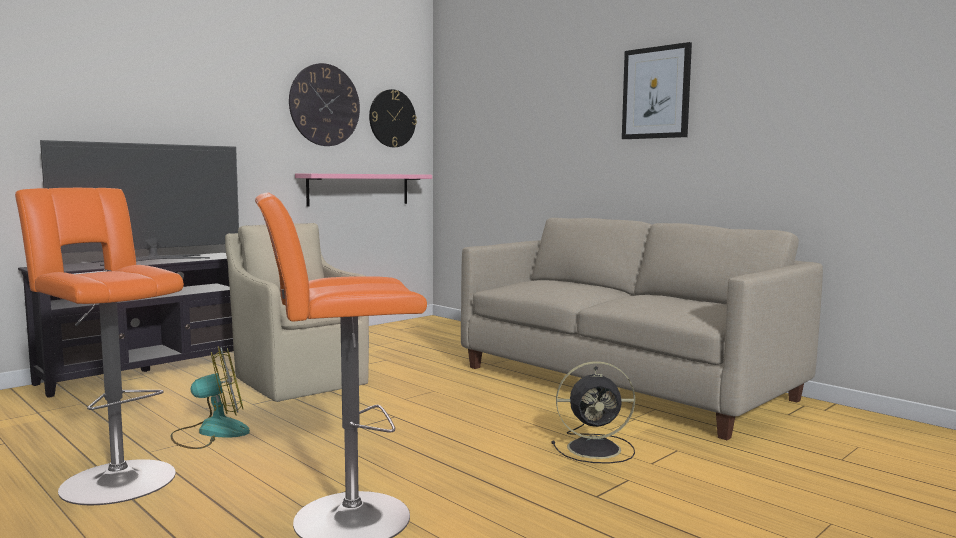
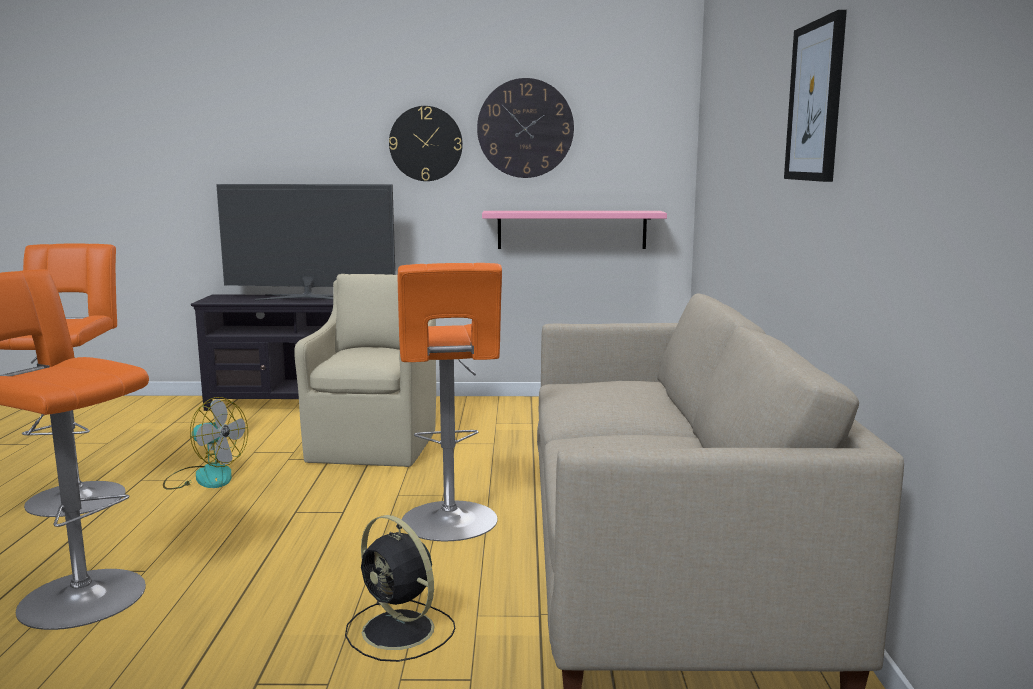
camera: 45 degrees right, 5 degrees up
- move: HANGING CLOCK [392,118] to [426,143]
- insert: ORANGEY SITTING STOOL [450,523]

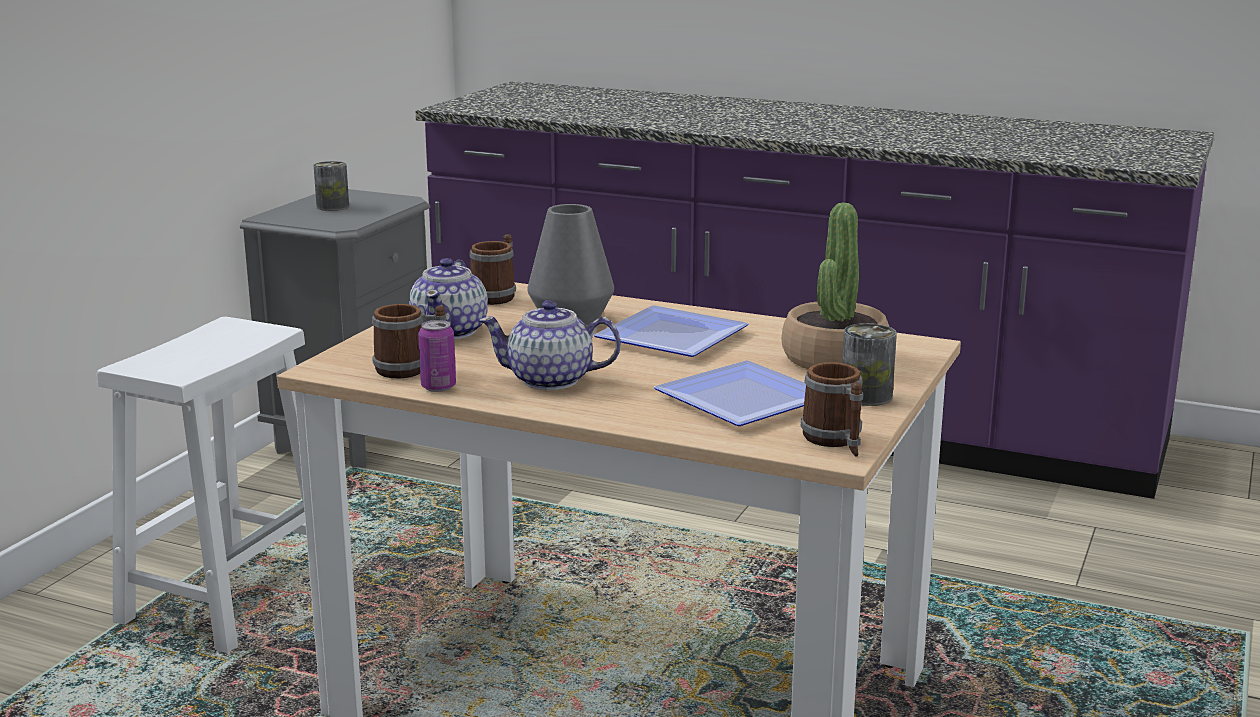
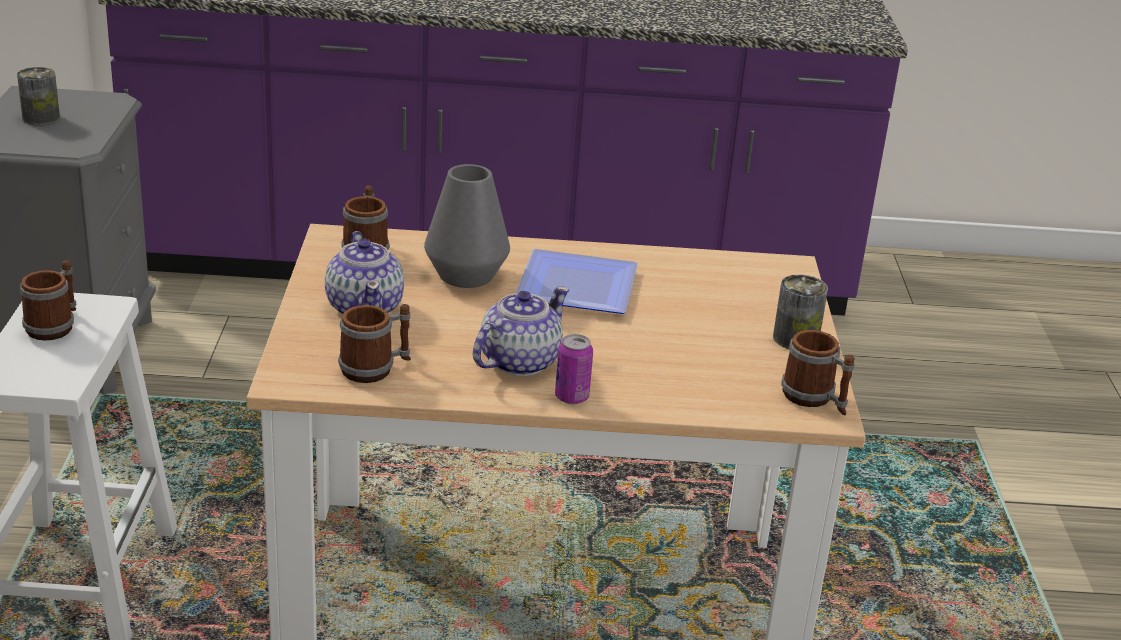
camera: 25 degrees left, 10 degrees up
- insert: MUG [55,325]
- rotate: TEAPOT [551,380] = [518,362] 150 degrees clockwise
- move: METAL CAN [438,387] to [571,397]
- delete: DINNER PLATE [742,403]
- delete: POTTED PLANT [834,359]

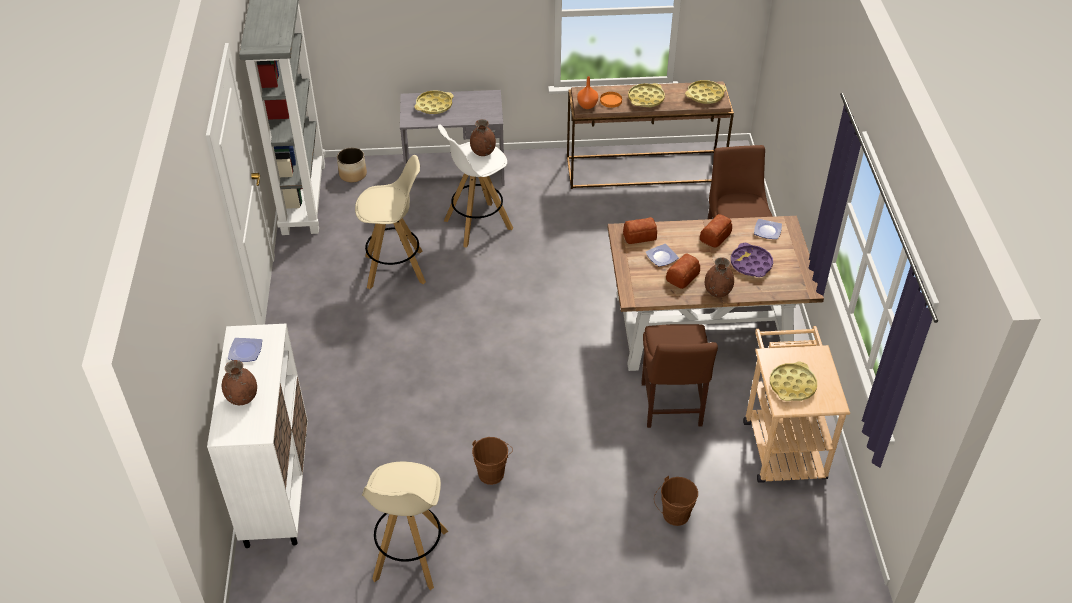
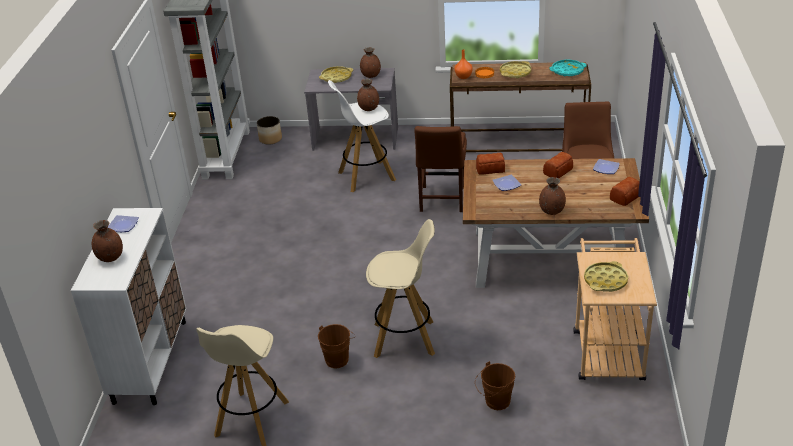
camera: 10 degrees right, 10 degrees down
- insert: BROWN VASE [371,75]
- move: SAND-COLOURED SITTING STOOL [396,269] to [405,339]
- move: BROWN CHAIR [671,407] to [442,201]
- recolor: YELLOW-COLOURED CARRYING TRAY [705,95] to TURQUOISE CARRYING TRAY [567,71]
- move: BAKERY BREAD [681,276] to [624,197]
- delete: PURPLE CARRYING TRAY [751,264]

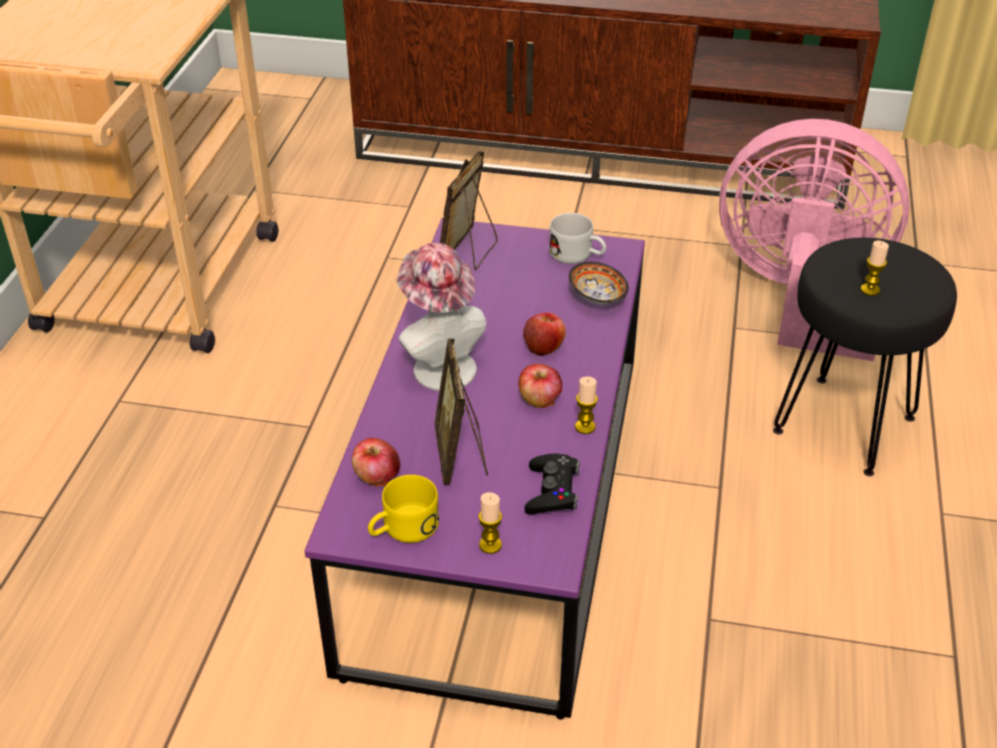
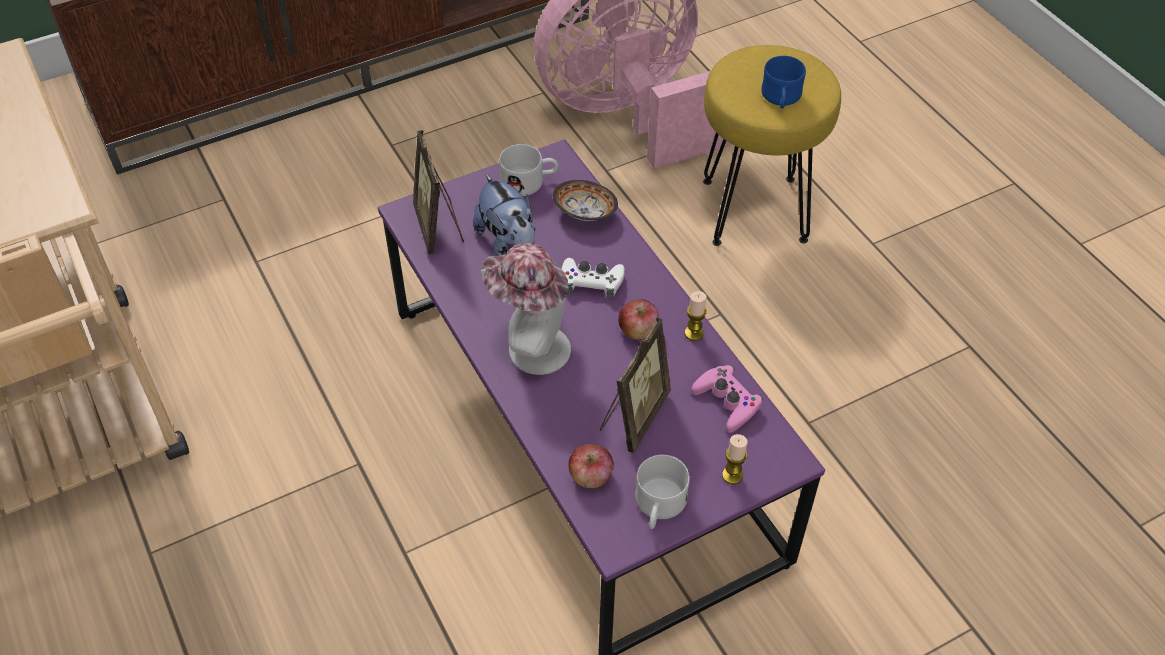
camera: 40 degrees left, 10 degrees up
- insert: PLUSH TOY [509,245]
- replace: WHOLE APPLE [544,346] to WHITE-COLOURED GAME CONTROLLER [592,282]
- rotate: PHOTO FRAME [461,455] = [633,416] 105 degrees counterclockwise
- recolor: YELLOW-COLOURED MUG [402,529] to WHITE-COLOURED MUG [658,507]
- recolor: BLACKISH GAME CONTROLLER [552,491] to PINK-COLOURED GAME CONTROLLER [727,401]
- recolor: BLACKISH SITTING STOOL [846,424] to YELLOW-COLOURED SITTING STOOL [755,209]
- replace: WAX CANDLE [870,290] to BLUISH MUG [781,99]

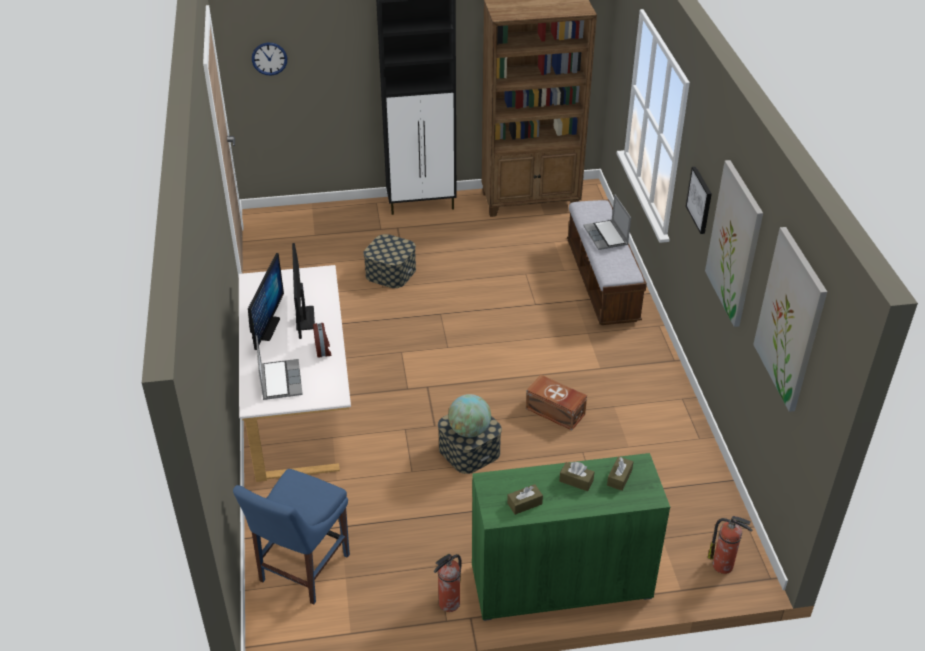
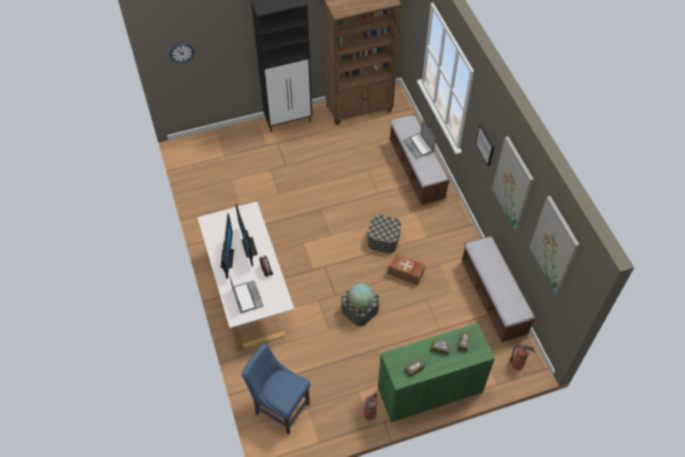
camera: 10 degrees left, 15 degrees up
- rotate: BLUISH CHAIR [301,571] = [280,407] 105 degrees clockwise
- move: STORAGE BOX [390,272] to [383,239]
- insert: BENCH [493,298]

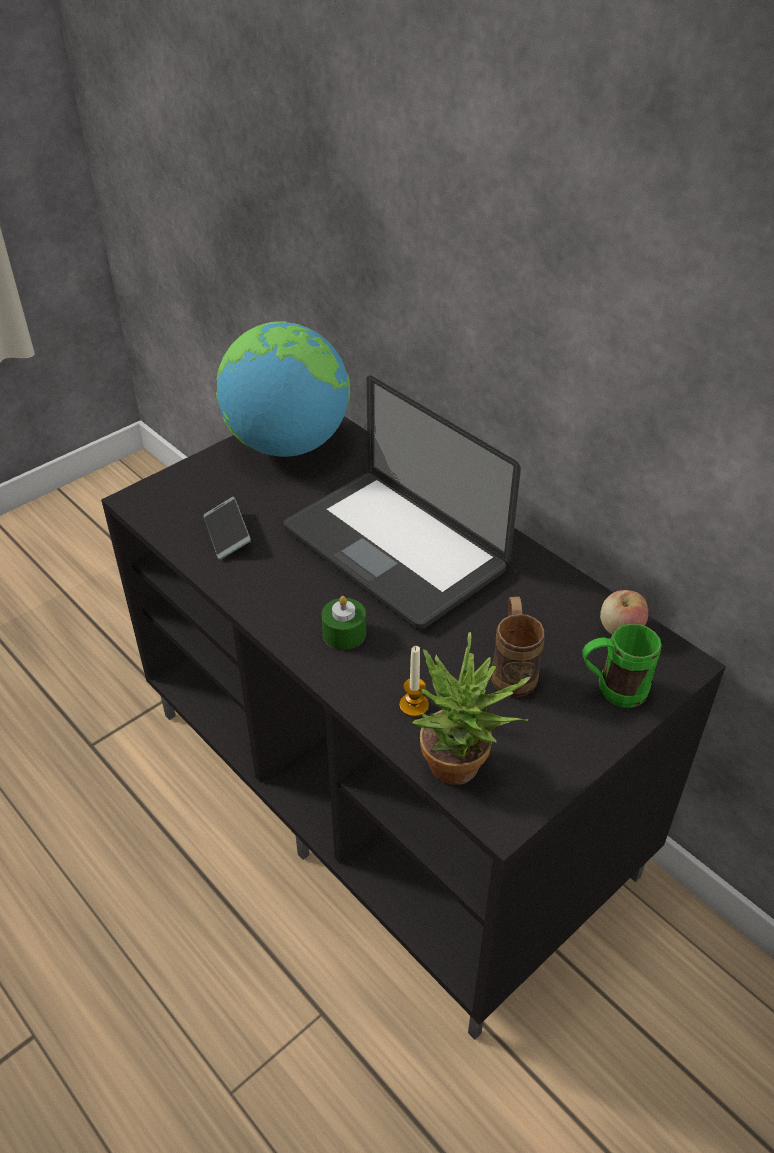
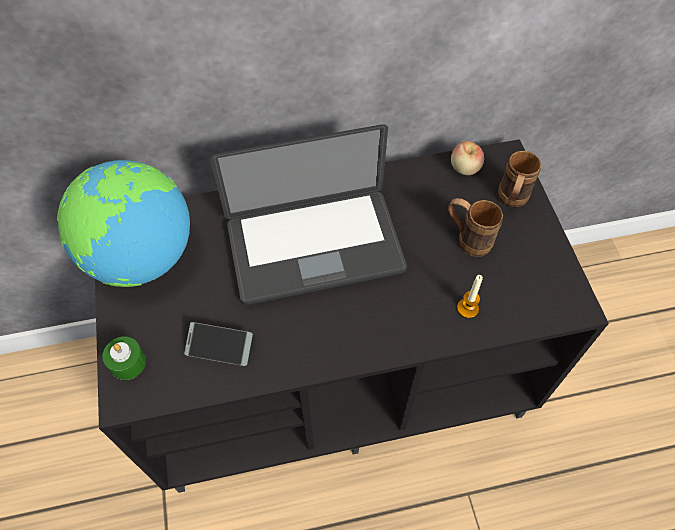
camera: 60 degrees left, 15 degrees up
- move: GREENISH WAX CANDLE [344,633] to [128,363]
- recolor: GREENISH MUG [611,691] to BROWN MUG [510,201]
- delete: POTTED PLANT [463,770]

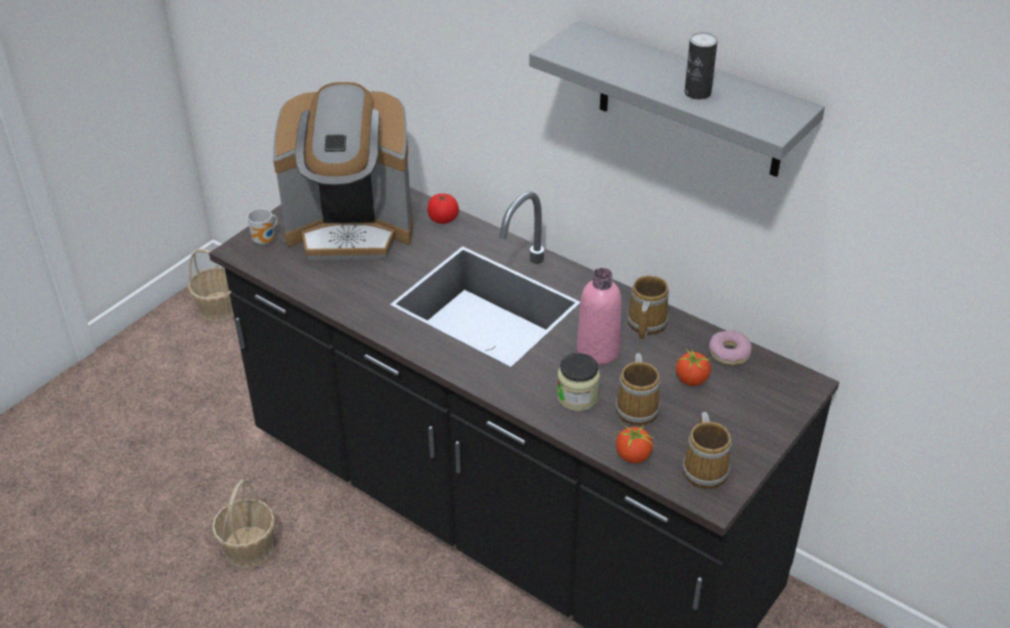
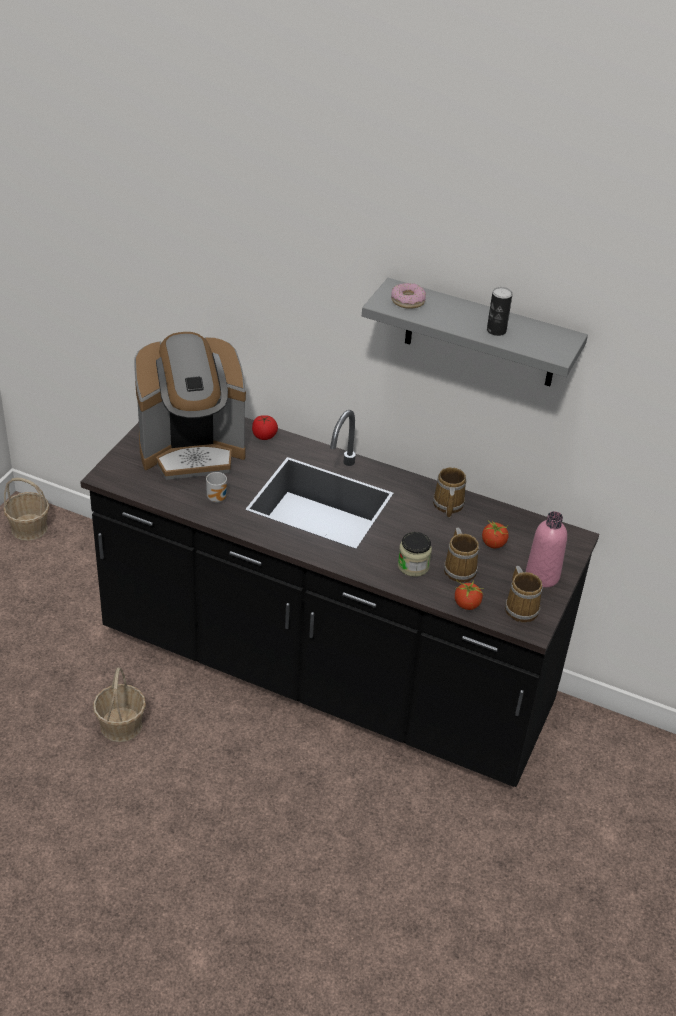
camera: 15 degrees left, 0 degrees up
- move: MUG [266,240] to [218,498]
- move: DOUGHNUT [729,353] to [408,301]
- move: PINK-COLOURED BEVERAGE BOTTLE [598,351] to [542,576]

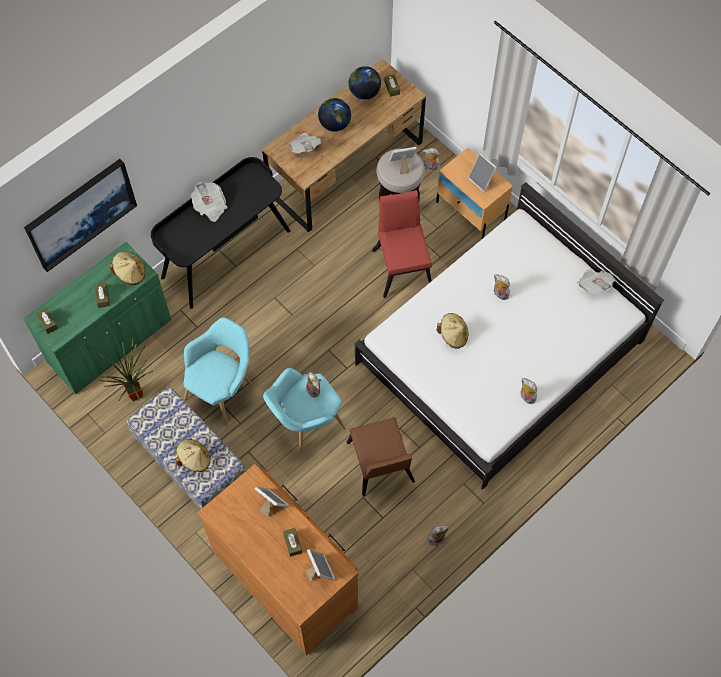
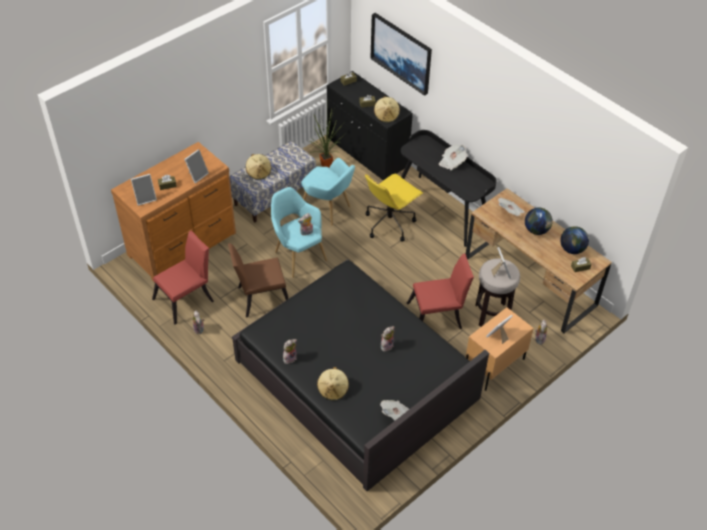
camera: 90 degrees right, 15 degrees down
- insert: REDDISH CHAIR [187,299]
- recolor: WHITE-COLOURED BED [501,352] to BLACKISH BED [356,379]
- move: SAND-COLOURED CLOTHING HAT [453,335] to [333,389]
- recolor: GREENISH STORAGE CABINET [110,342] to BLACKISH STORAGE CABINET [367,153]
- insert: YELLOW-COLOURED OFFICE CHAIR [390,223]

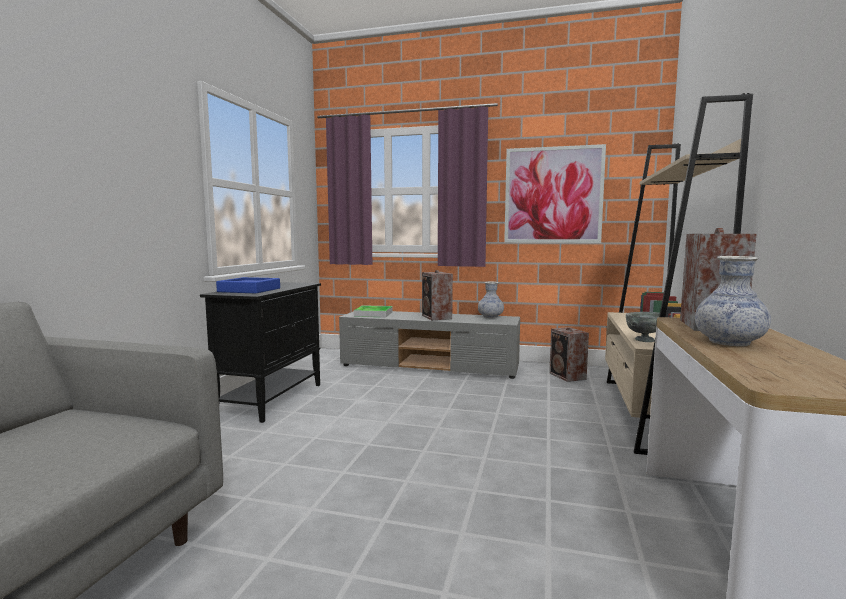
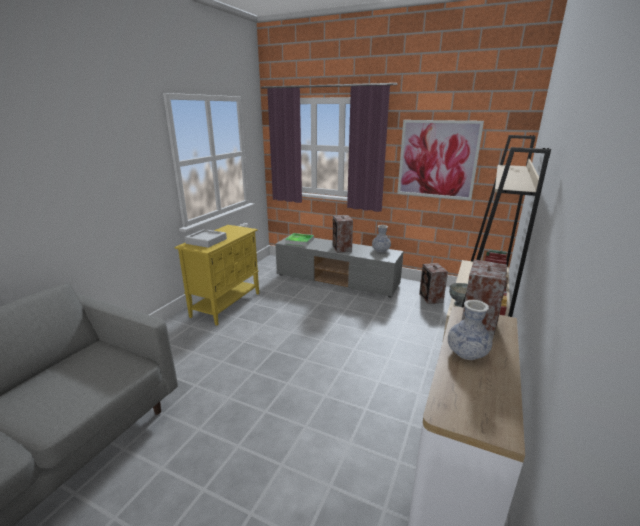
camera: 10 degrees right, 15 degrees up
- recolor: BLACKISH STORAGE CABINET [272,399] to YELLOW-COLOURED STORAGE CABINET [226,304]
- recolor: BLUISH CARRYING TRAY [249,290] to GREY CARRYING TRAY [206,241]

